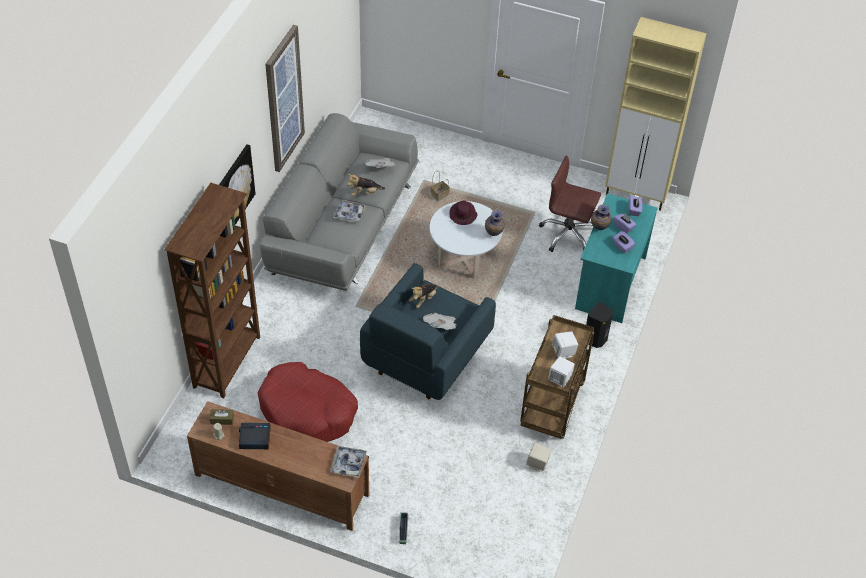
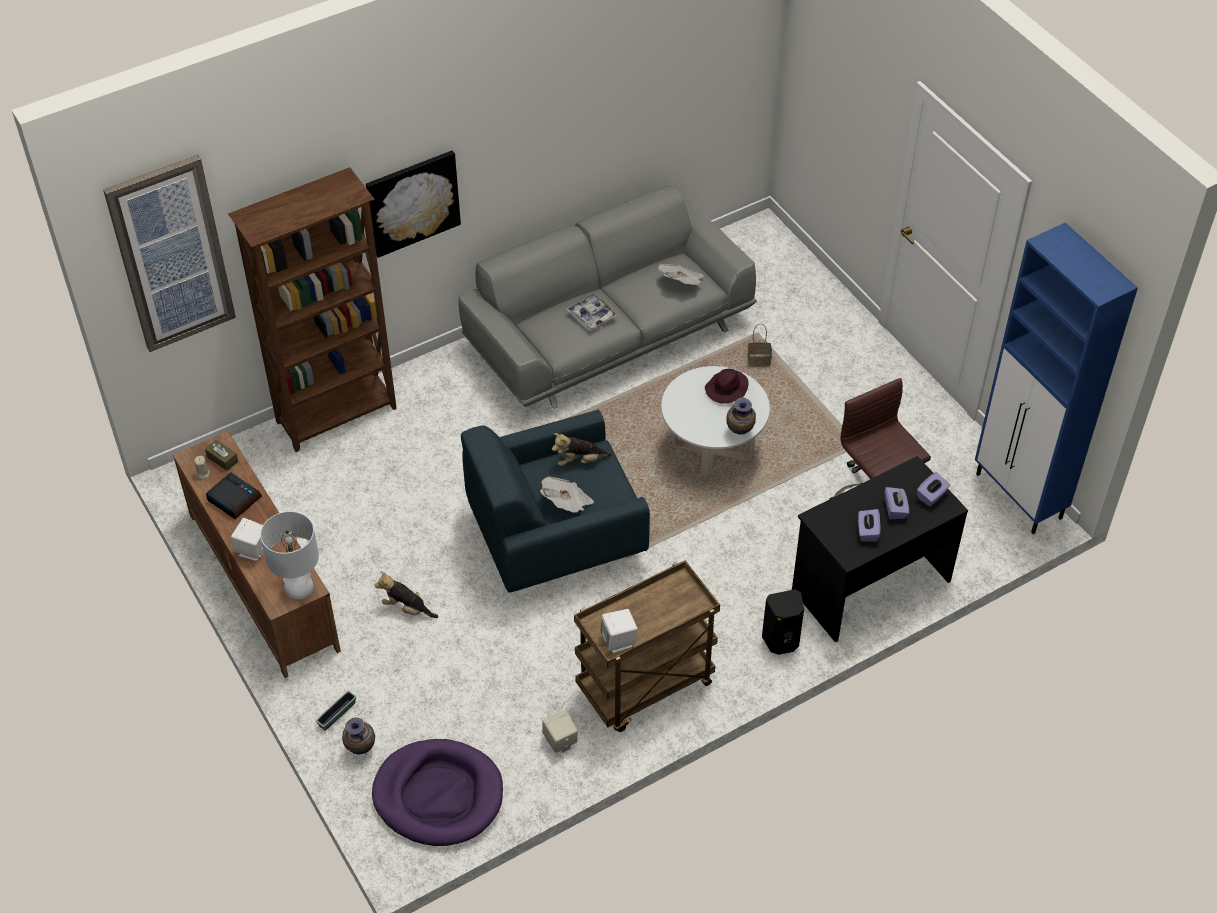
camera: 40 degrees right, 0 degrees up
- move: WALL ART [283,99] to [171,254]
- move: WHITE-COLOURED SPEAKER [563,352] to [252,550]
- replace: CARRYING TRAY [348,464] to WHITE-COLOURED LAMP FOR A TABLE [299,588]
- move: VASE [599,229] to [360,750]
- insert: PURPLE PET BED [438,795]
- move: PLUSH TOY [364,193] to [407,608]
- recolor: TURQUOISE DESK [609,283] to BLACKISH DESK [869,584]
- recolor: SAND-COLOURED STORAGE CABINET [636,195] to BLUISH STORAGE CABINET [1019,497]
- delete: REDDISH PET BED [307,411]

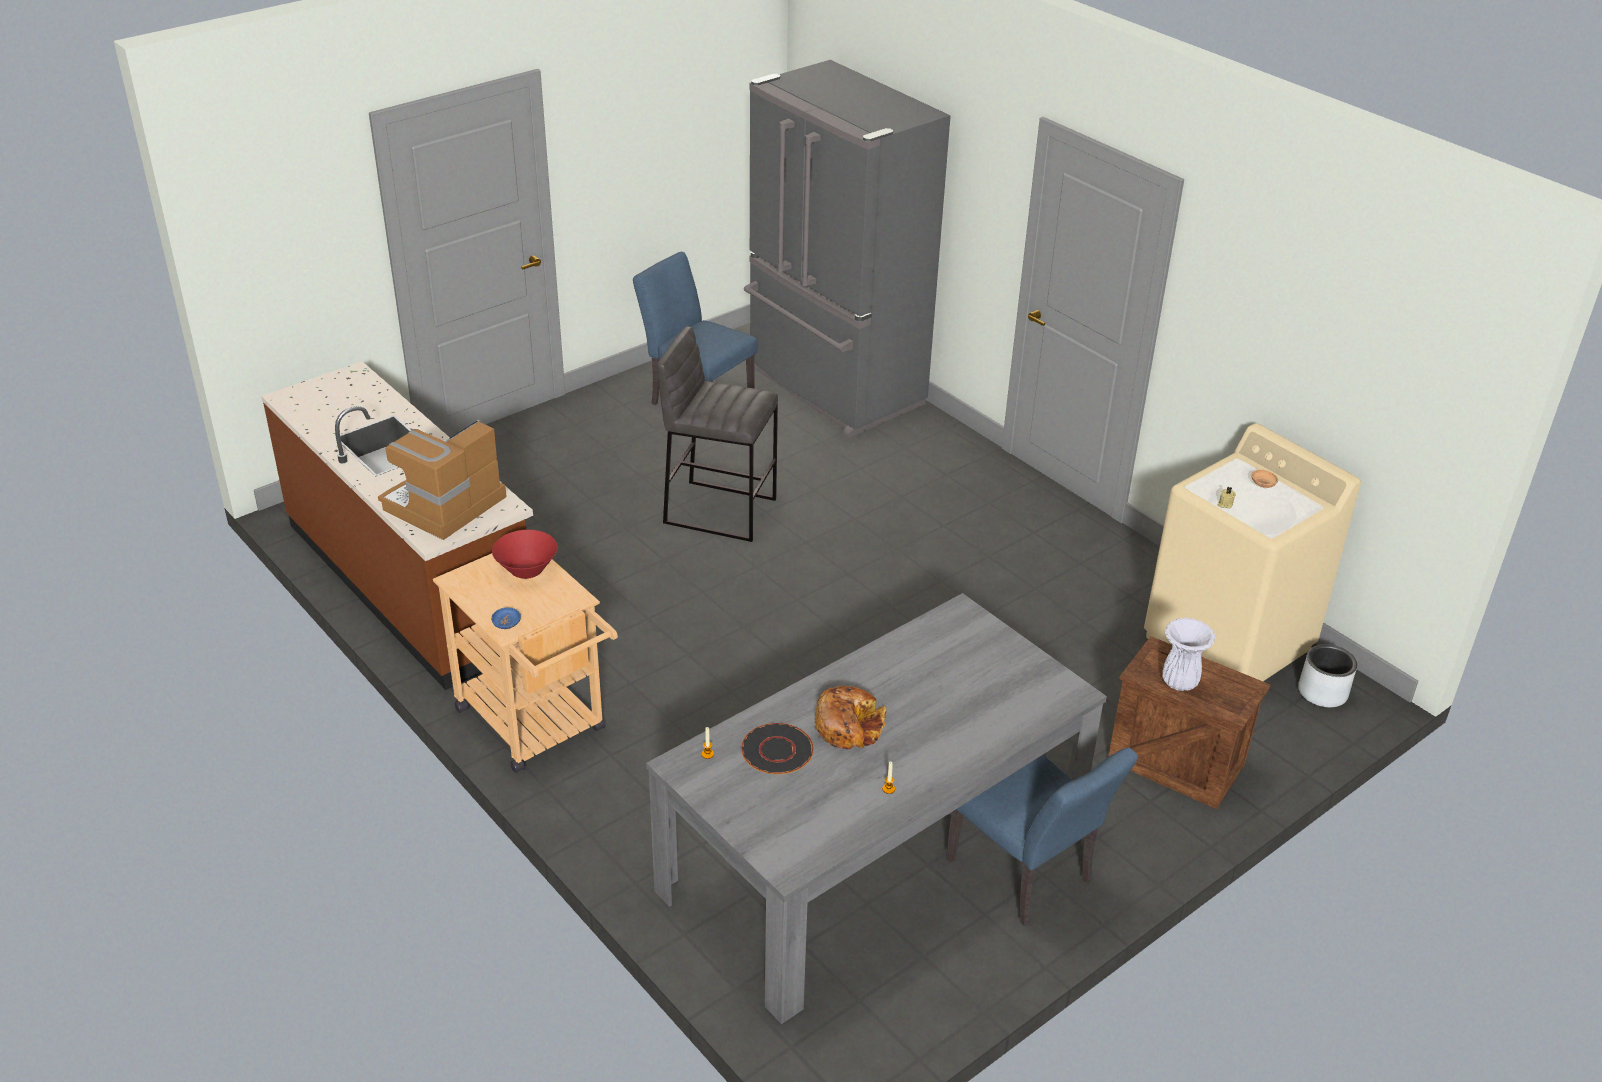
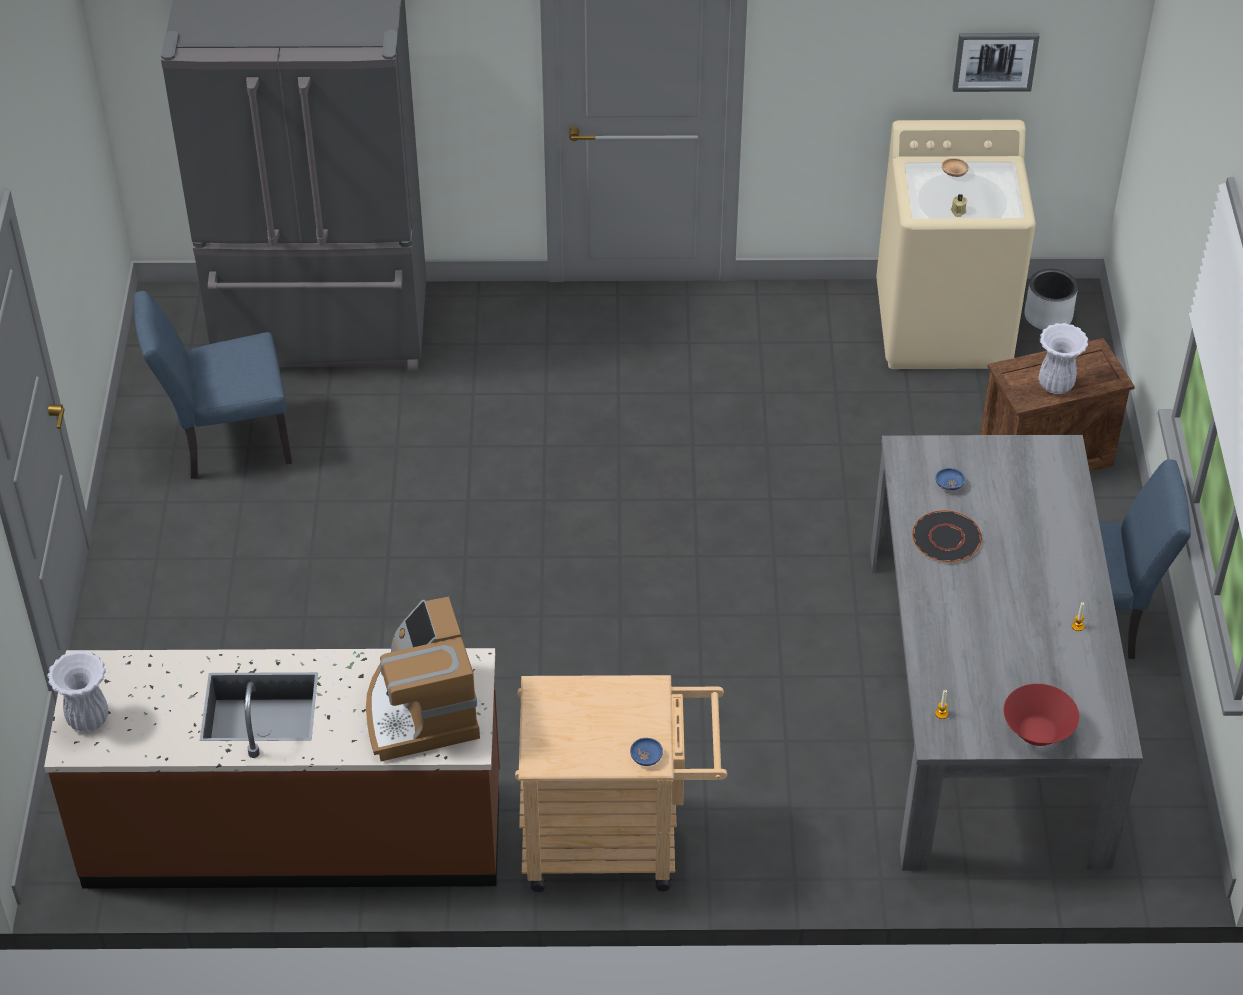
camera: 50 degrees left, 10 degrees up
- insert: WHITE-COLOURED VASE [89,719]
- move: BLACKISH DINNER PLATE [776,750] to [946,538]
- insert: BLUISH DEEP DISH [949,485]
- insert: WALL ART [995,60]
- move: REDDISH DEEP DISH [526,570] to [1037,732]
- delete: GREY SITTING STOOL [719,510]
- delete: BAKERY BREAD [848,726]

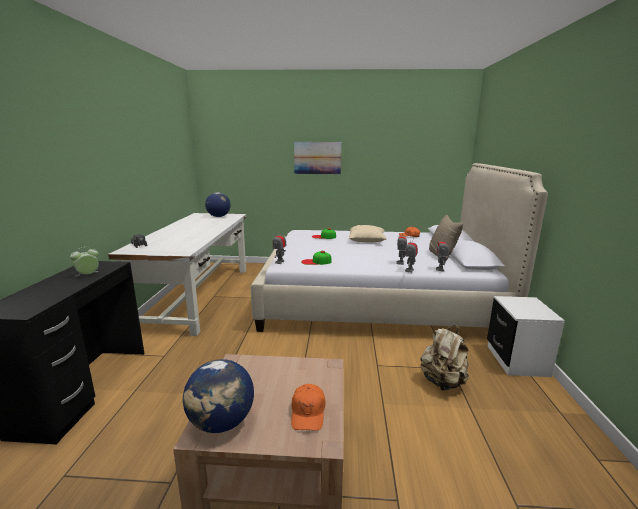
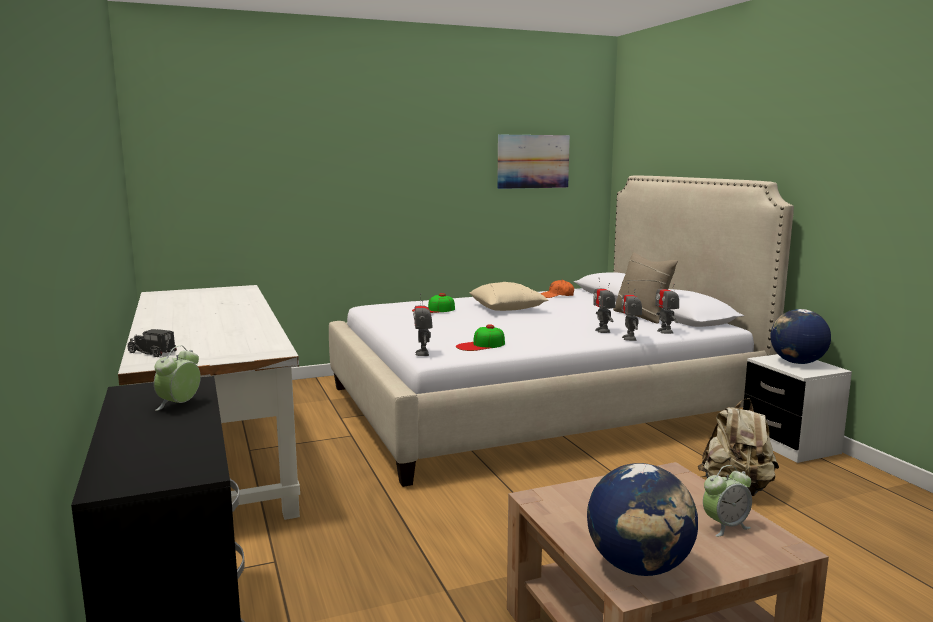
camera: 25 degrees left, 5 degrees down
- move: WALL ART [317,158] to [533,161]
- replace: ORANGEY BASEBALL CAP [308,413] to ALARM CLOCK [725,526]
- move: DESK GLOBE [218,216] to [797,362]

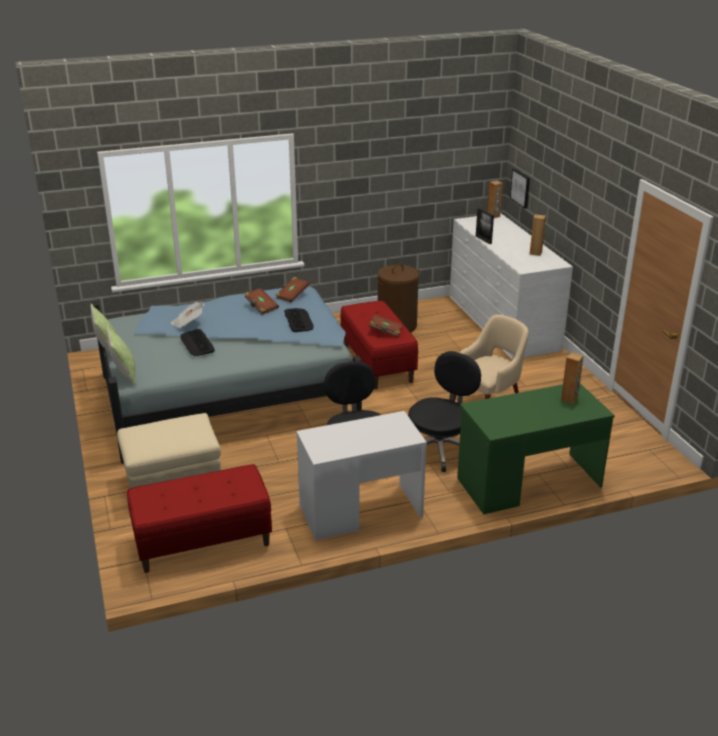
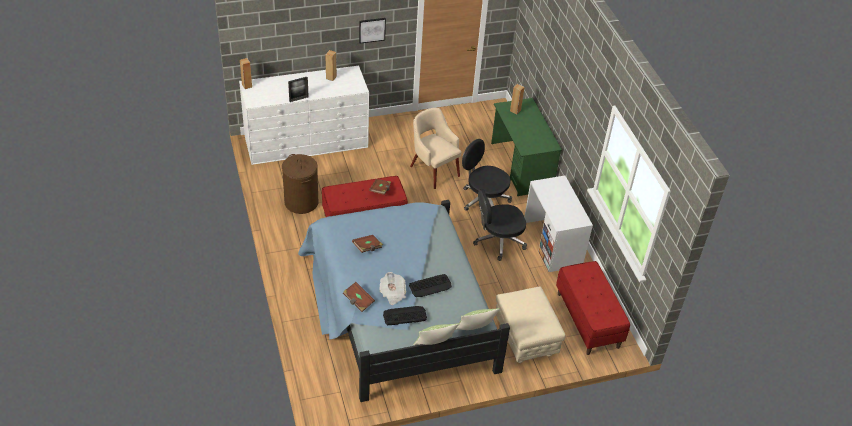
camera: 90 degrees left, 15 degrees up
- move: BROWN BOUND BOOK [292,295] to [358,301]
- move: WALL ART [520,188] to [372,30]
- move: KEYBOARD [298,320] to [404,316]

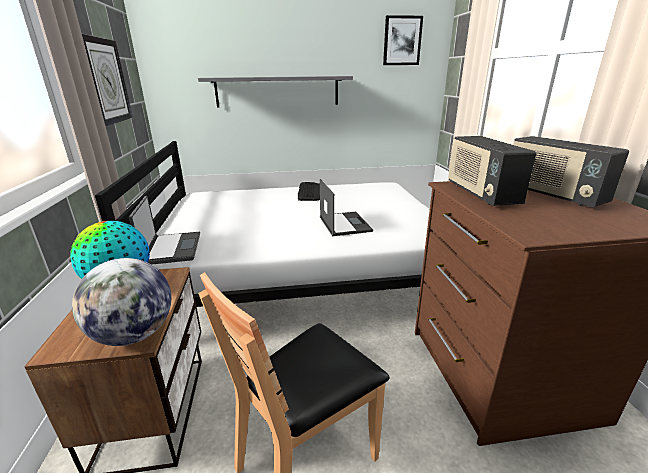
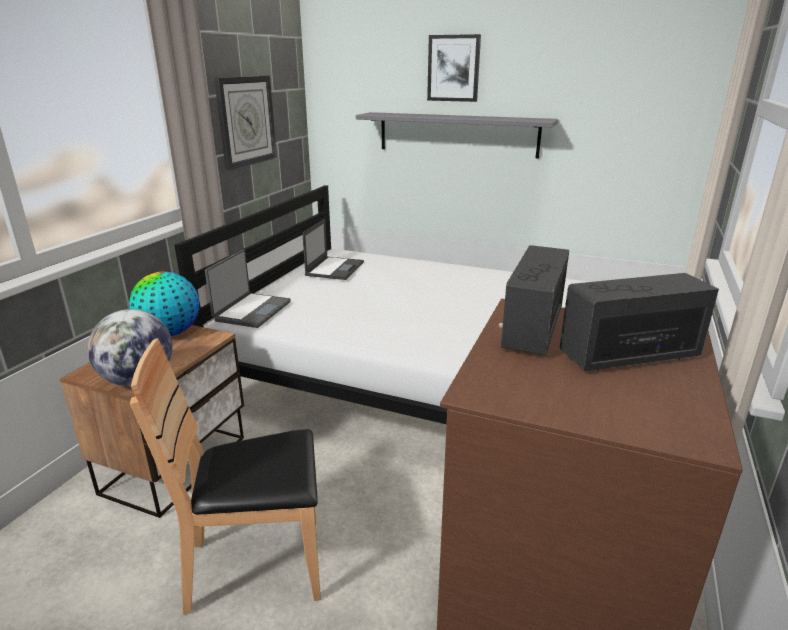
camera: 30 degrees right, 0 degrees up
- move: PORTABLE COMPUTER [344,224] to [335,268]
- move: WALL ART [402,41] to [453,68]
- rotate: RADIO RECEIVER [552,195] = [628,355] 75 degrees clockwise
- delete: KEYBOARD [310,192]

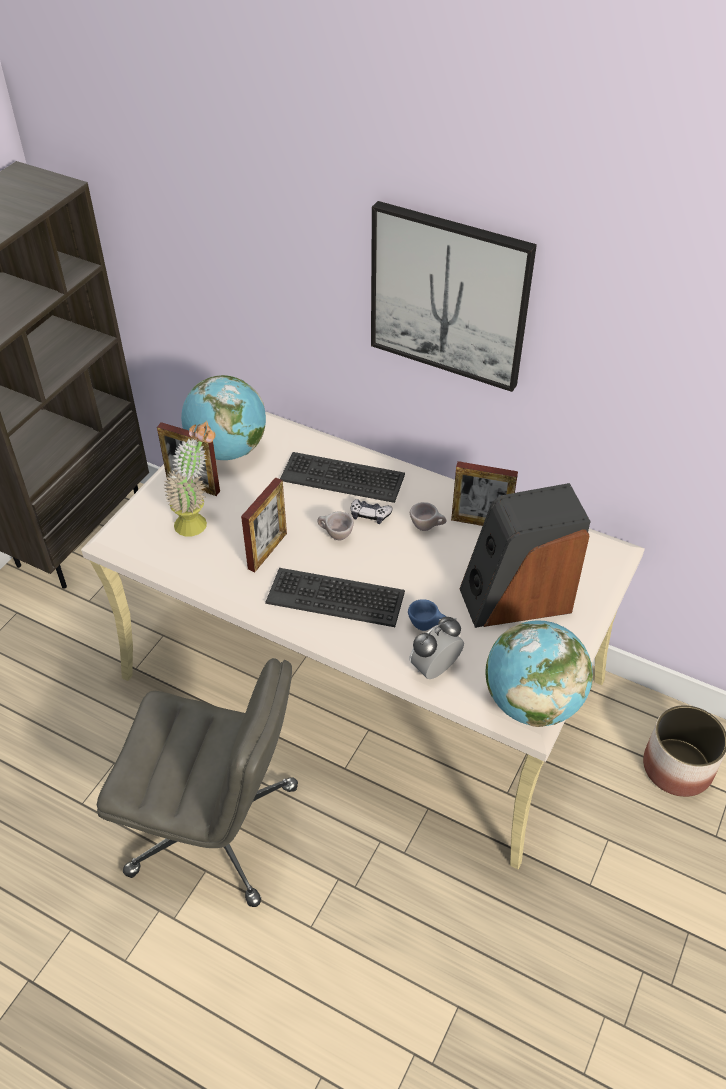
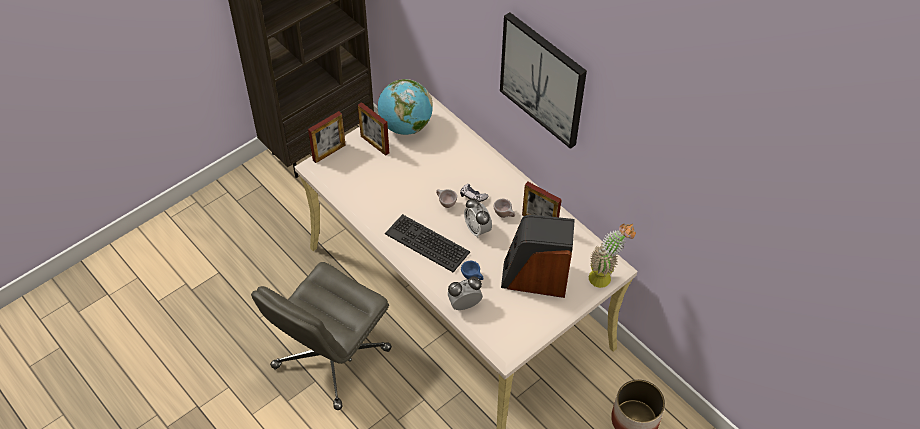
camera: 20 degrees right, 5 degrees up
- rotate: GREY OFFICE CHAIR [216,829] = [331,359] 90 degrees clockwise
- move: PHOTO FRAME [267,551] to [329,152]
- insert: ALARM CLOCK [477,229]
- move: POTTED PLANT [198,521] to [605,277]
- delete: KEYBOARD [342,477]
- delete: DESK GLOBE [532,702]

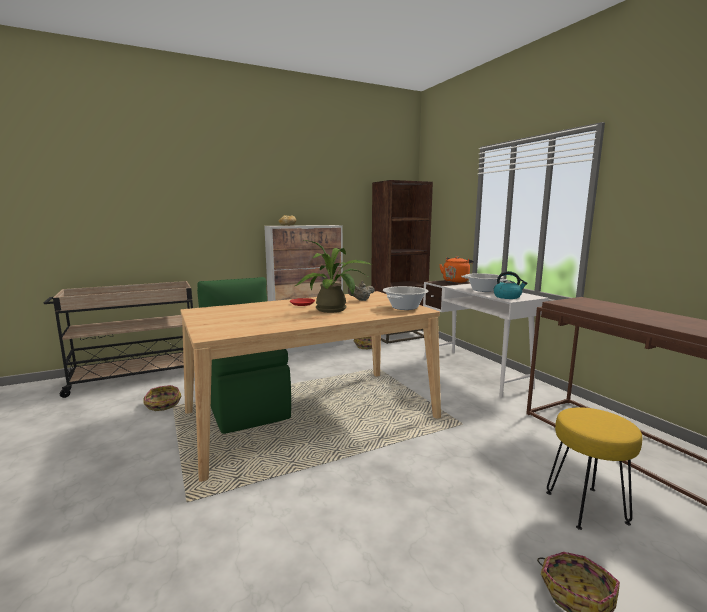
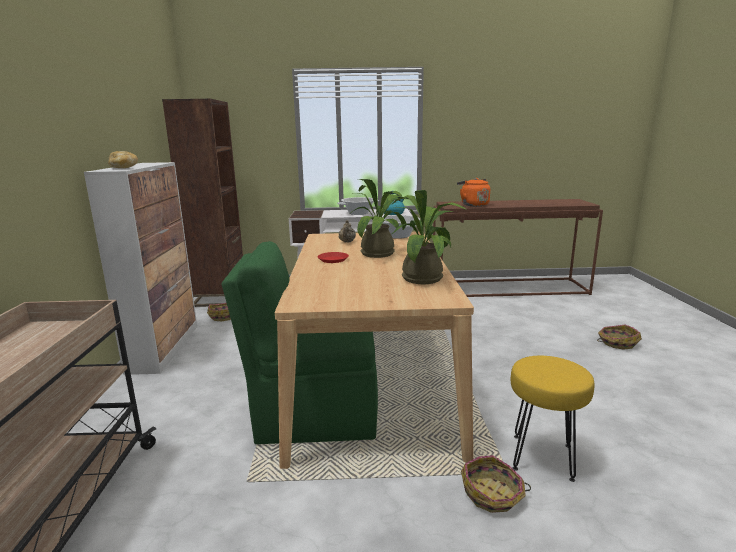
camera: 65 degrees left, 5 degrees up
- insert: POTTED PLANT [425,277]
- move: ORANGEY KETTLE [456,281] to [473,205]
- move: BASKET [162,405] to [493,494]
- move: YELLOW-COLOURED SITTING STOOL [587,508] to [543,456]

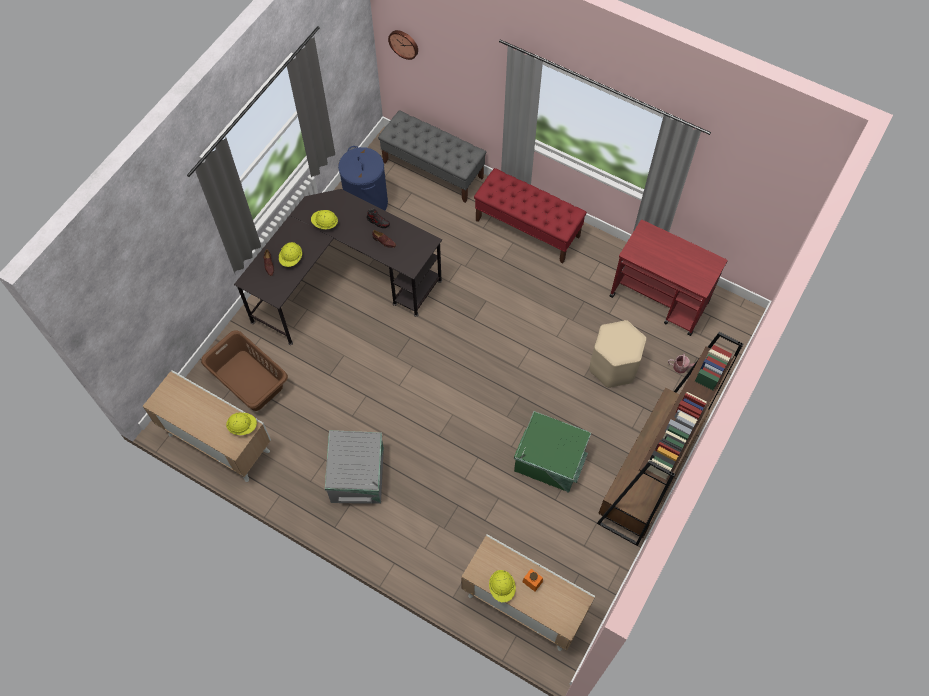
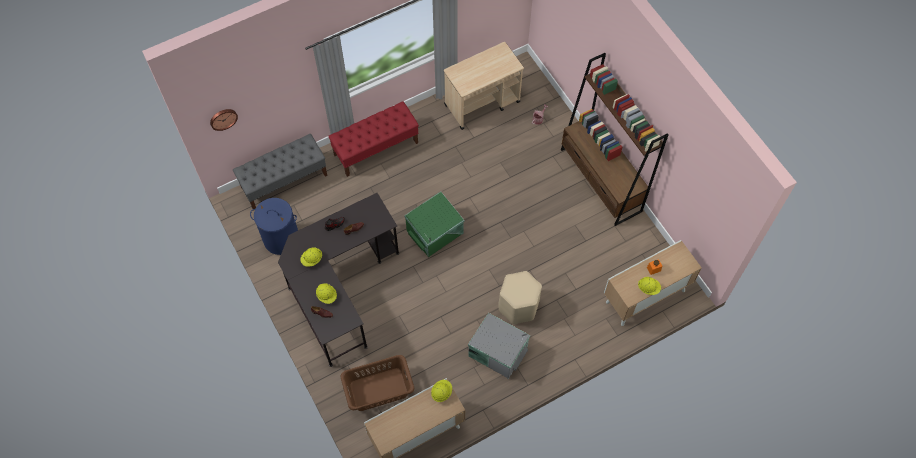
camera: 60 degrees left, 0 degrees up
- move: GREENISH STORAGE BOX [550,461] to [435,232]
- recolor: REDDISH WHEELED CART [660,299] to SAND-COLOURED WHEELED CART [482,103]
- move: SAND-COLOURED SITTING STOOL [613,366] to [518,306]

